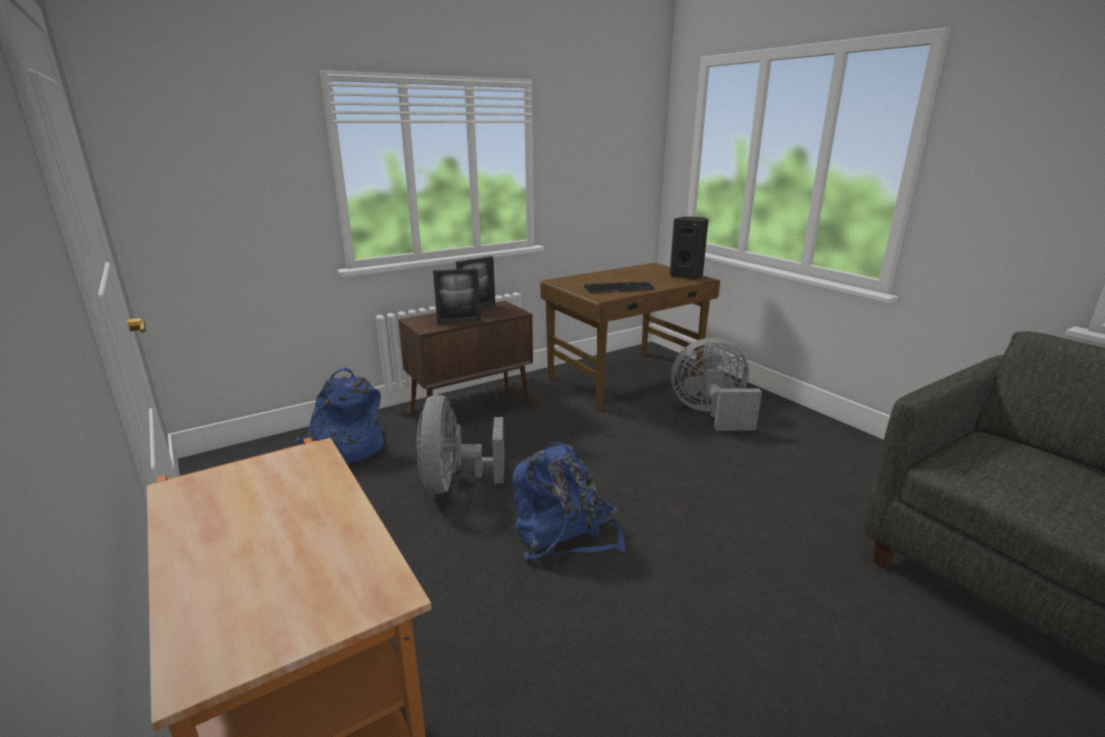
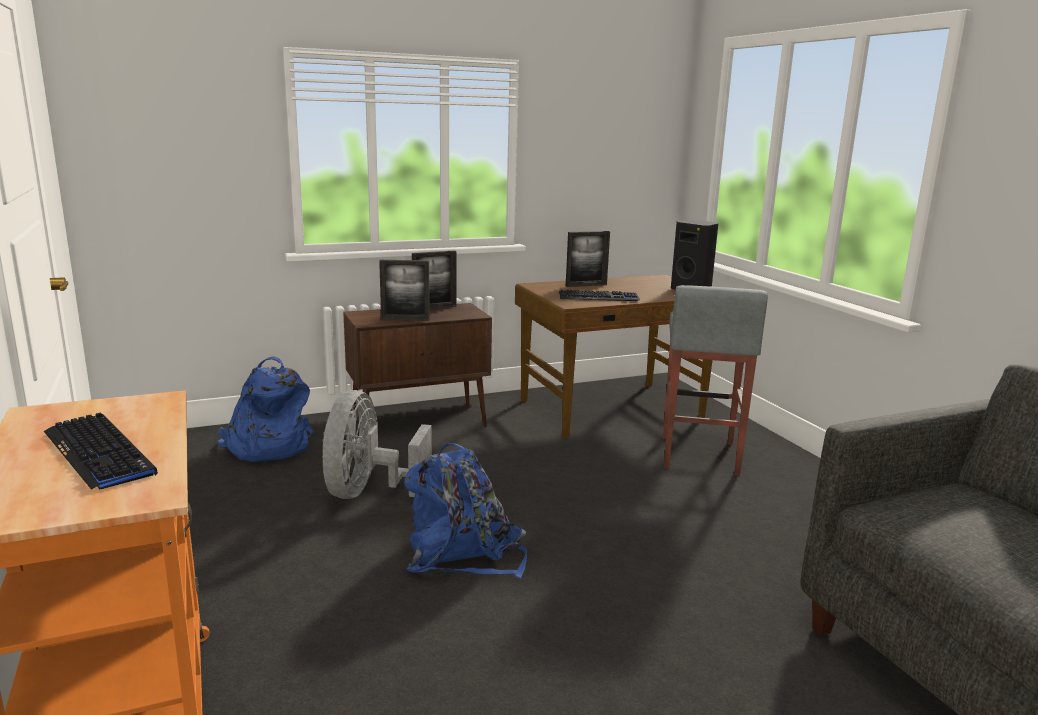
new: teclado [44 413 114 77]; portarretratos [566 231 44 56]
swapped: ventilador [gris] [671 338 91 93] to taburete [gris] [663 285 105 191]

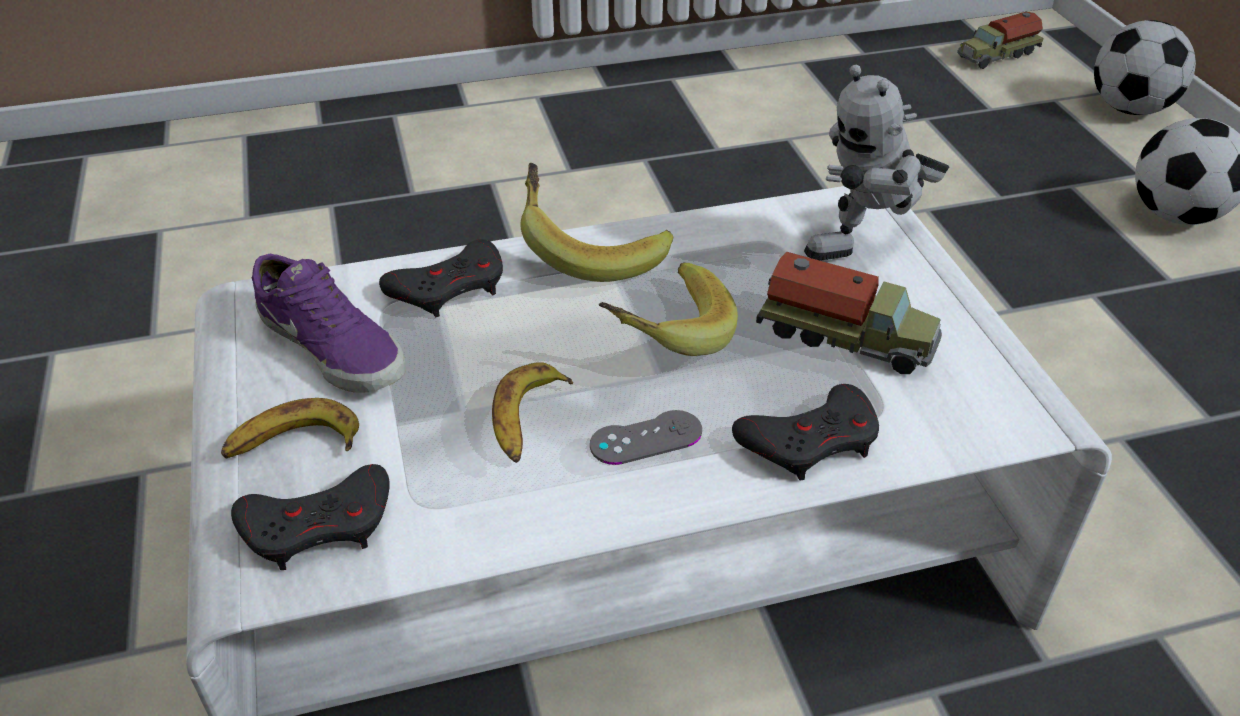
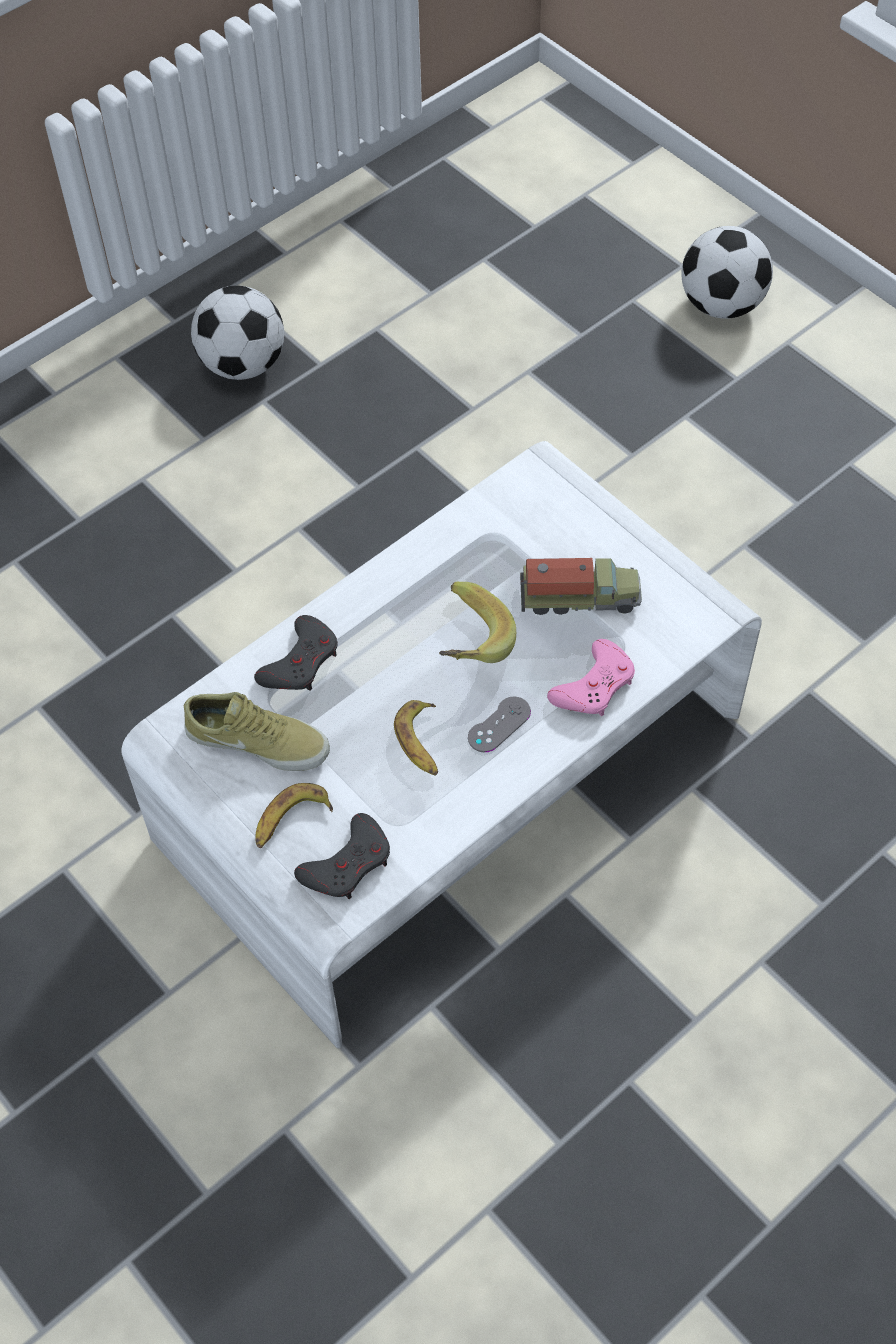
gone: plátano [521 163 152 119]; robot de juguete [804 65 145 195]; camión de juguete [957 12 86 57]
shifted: balón de fútbol [1094 20 102 95] to [191 285 93 95]
repainted: zapato [morado] [251 254 155 139] to zapato [beis] [184 692 146 79]; mando de consola [gris] [732 384 147 97] to mando de consola [rosa] [547 639 88 77]

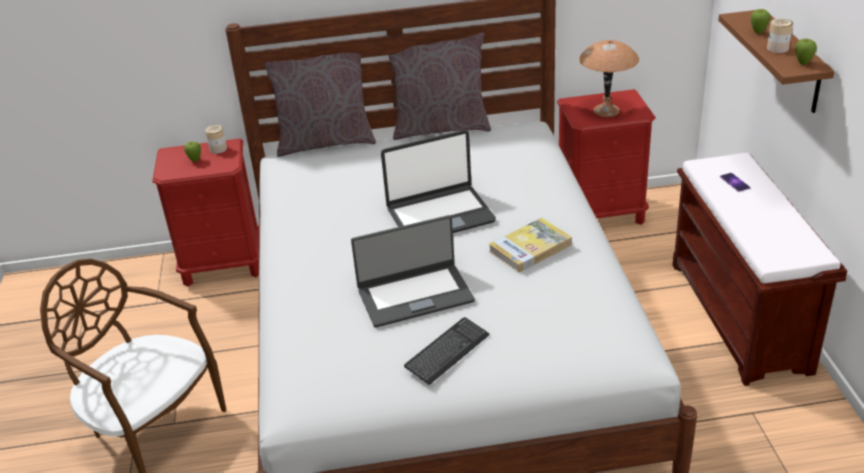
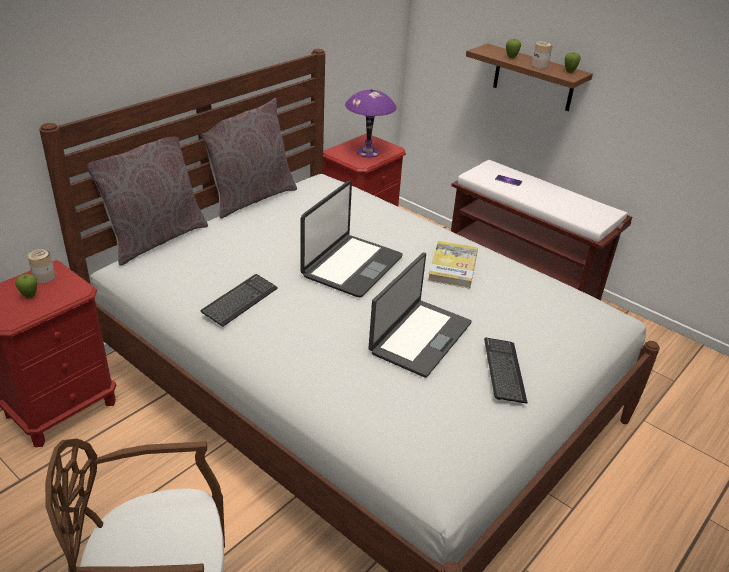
new: teclado [201 274 77 53]
repainted: lámpara de mesa [marrón] [579 40 60 77] to lámpara de mesa [morado] [345 89 52 68]

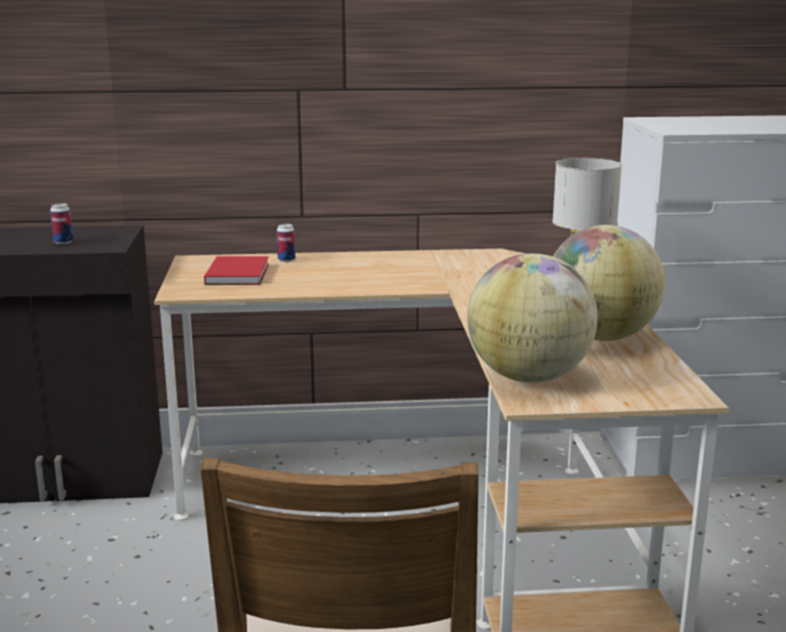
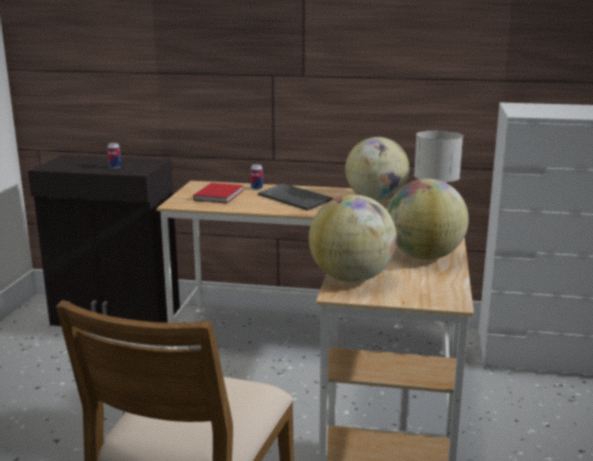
new: teclado [258 183 75 28]; globo terráqueo [345 137 64 64]

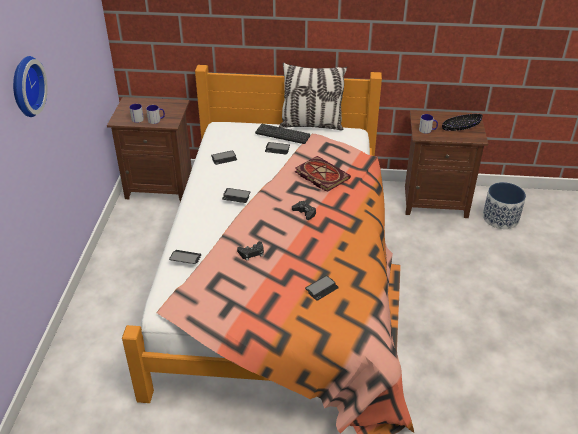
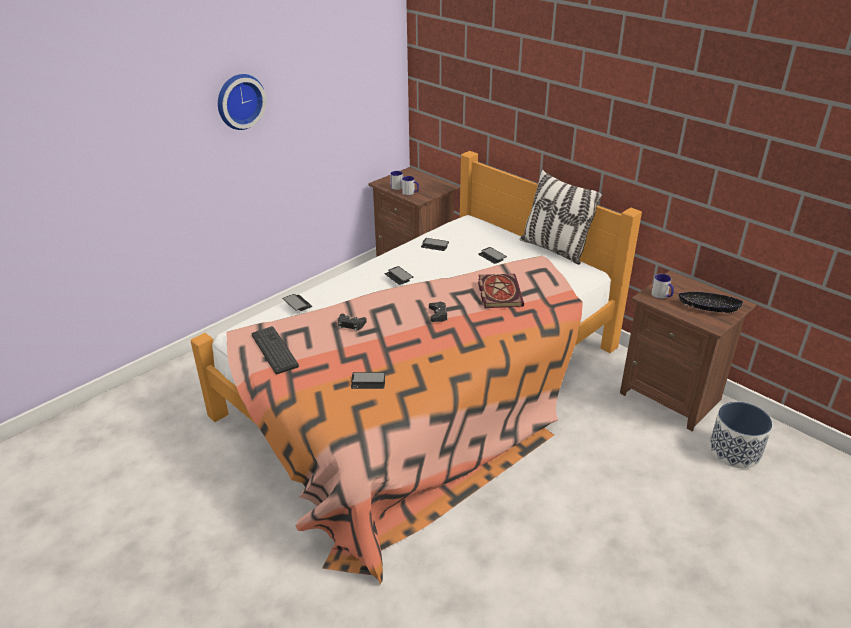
shifted: teclado [255 124 55 20] to [251 326 48 48]

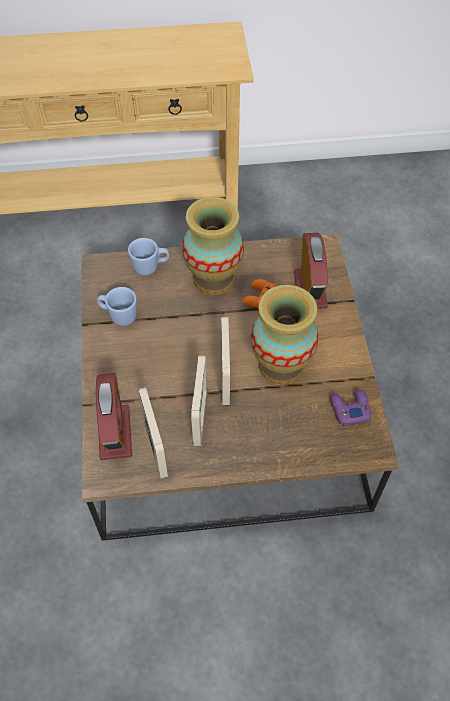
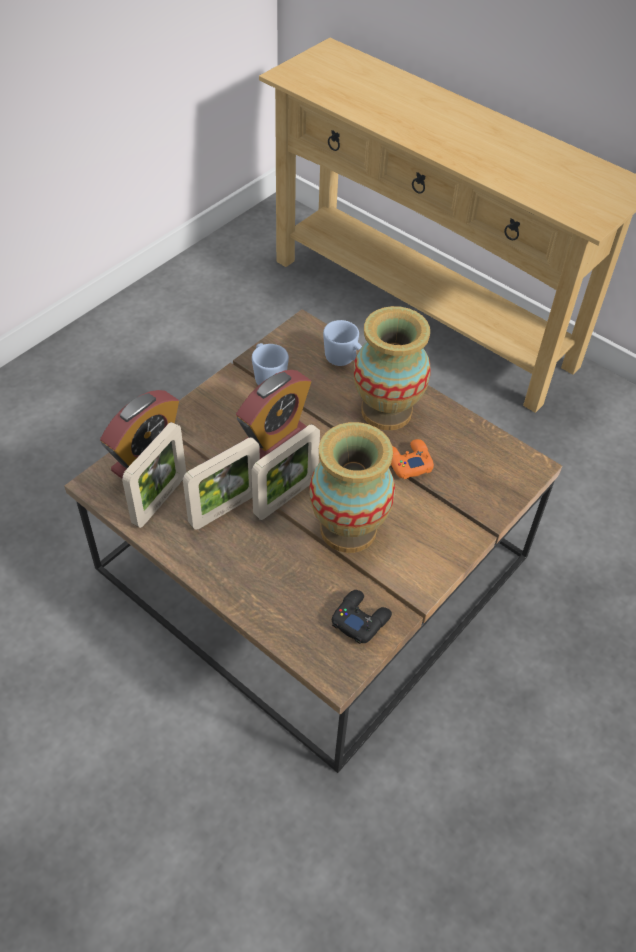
shifted: despertador [294 233 34 76] to [236 370 75 89]
repainted: mando de consola [morado] [330 389 41 37] to mando de consola [negro] [332 590 60 54]

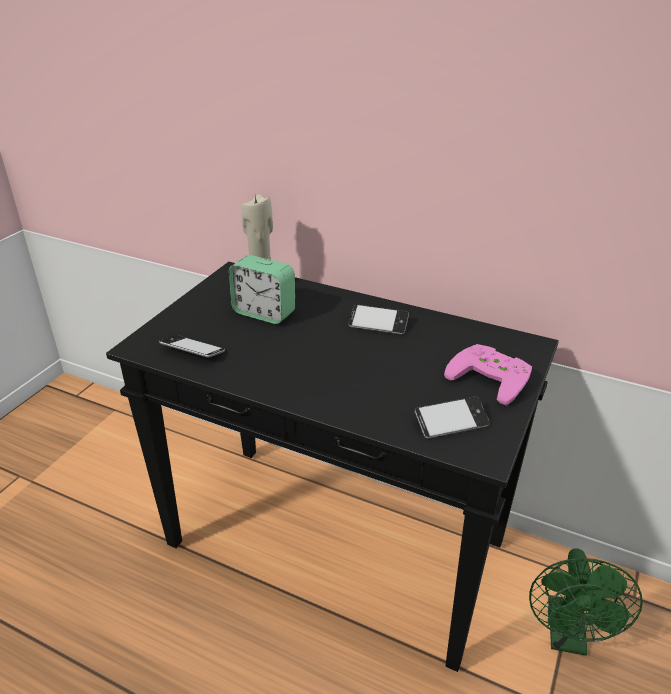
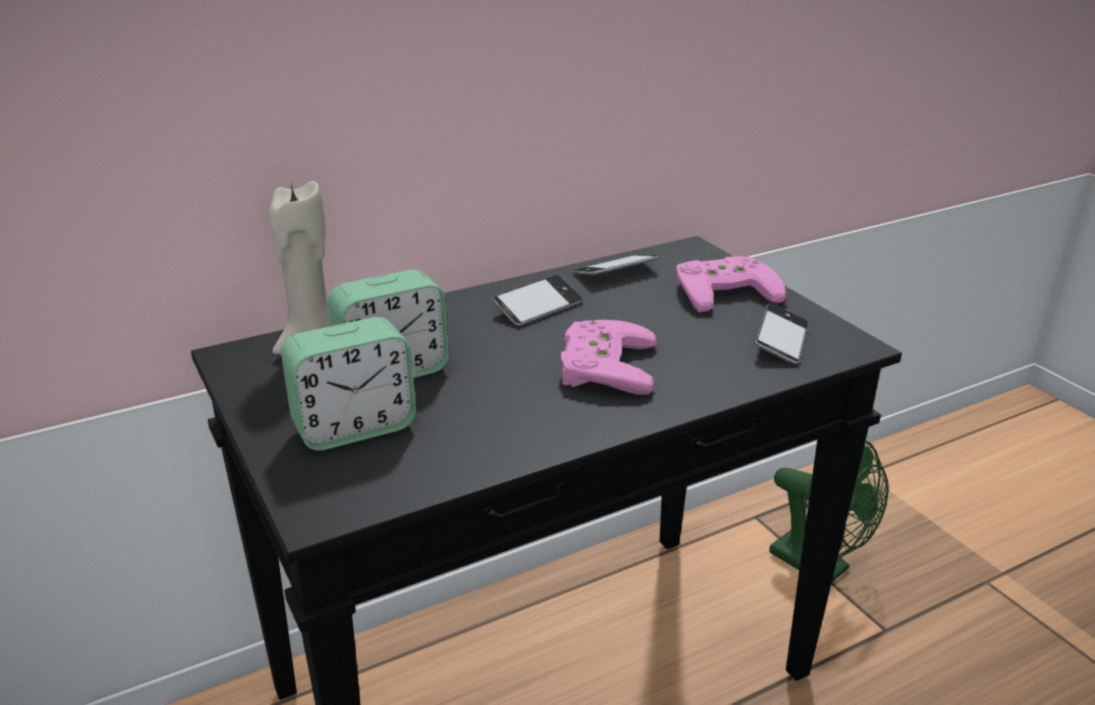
new: despertador [281 317 135 134]; mando de consola [rosa] [561 320 95 75]
shifted: móvil [159 335 66 23] to [573 255 85 20]

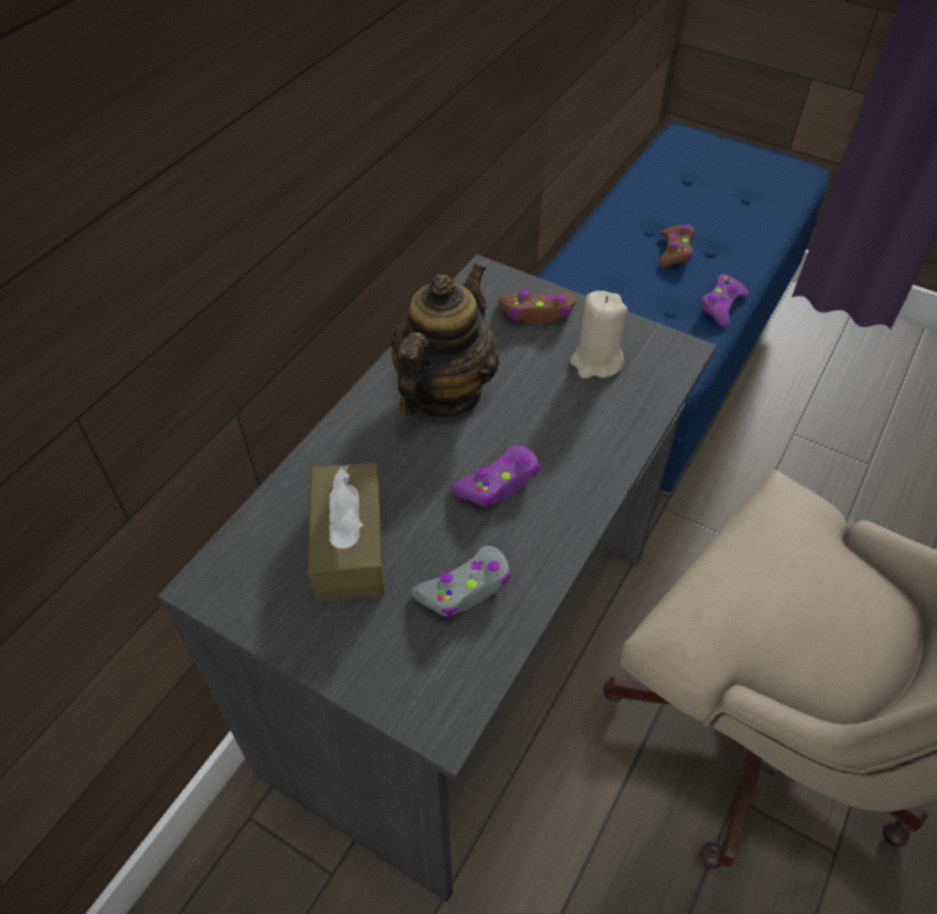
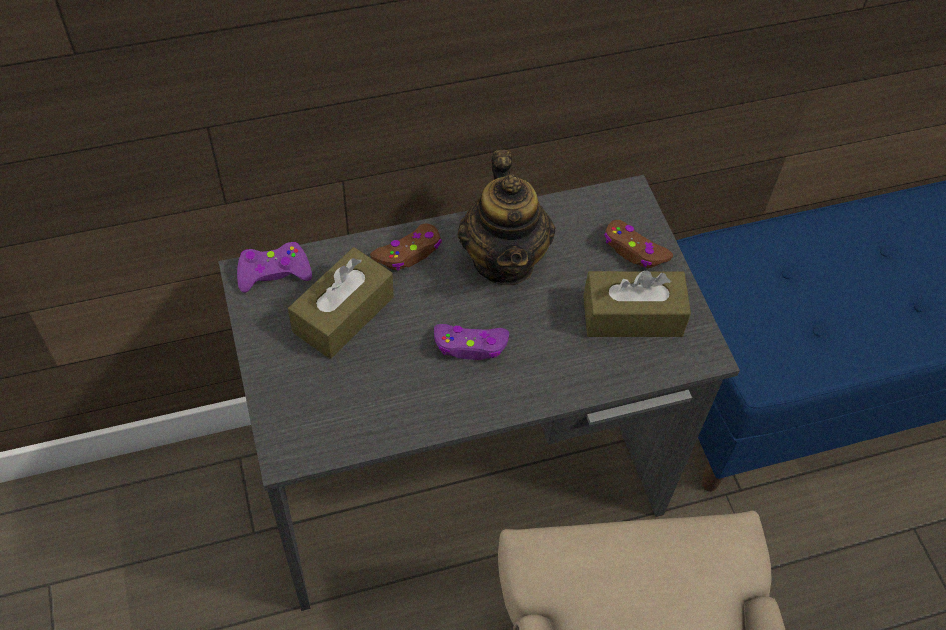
gone: mando de consola [gris] [411 546 100 71]
shifted: mando de consola [morado] [701 274 48 53] to [237 242 75 51]; mando de consola [marrón] [658 225 37 43] to [370 224 72 47]
swapped: vela [beis] [570 291 58 88] to caja de pañuelos [marrón] [583 270 108 67]
rotated: tetera [391 263 108 154] = [457 149 98 137] 105 degrees clockwise

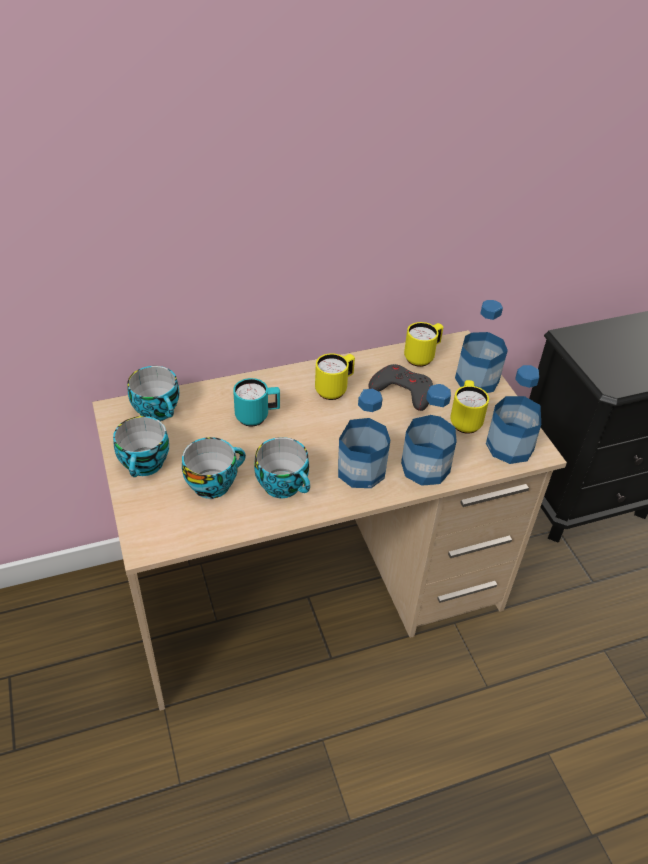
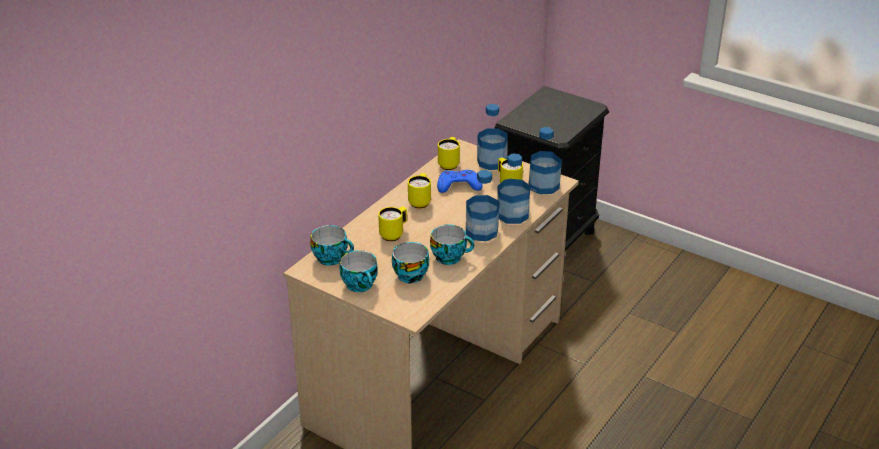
repainted: taza grande [turquesa] [233 378 47 49] to taza grande [amarillo] [378 207 29 34]; mando de consola [gris] [368 364 65 47] to mando de consola [azul] [437 170 46 23]

